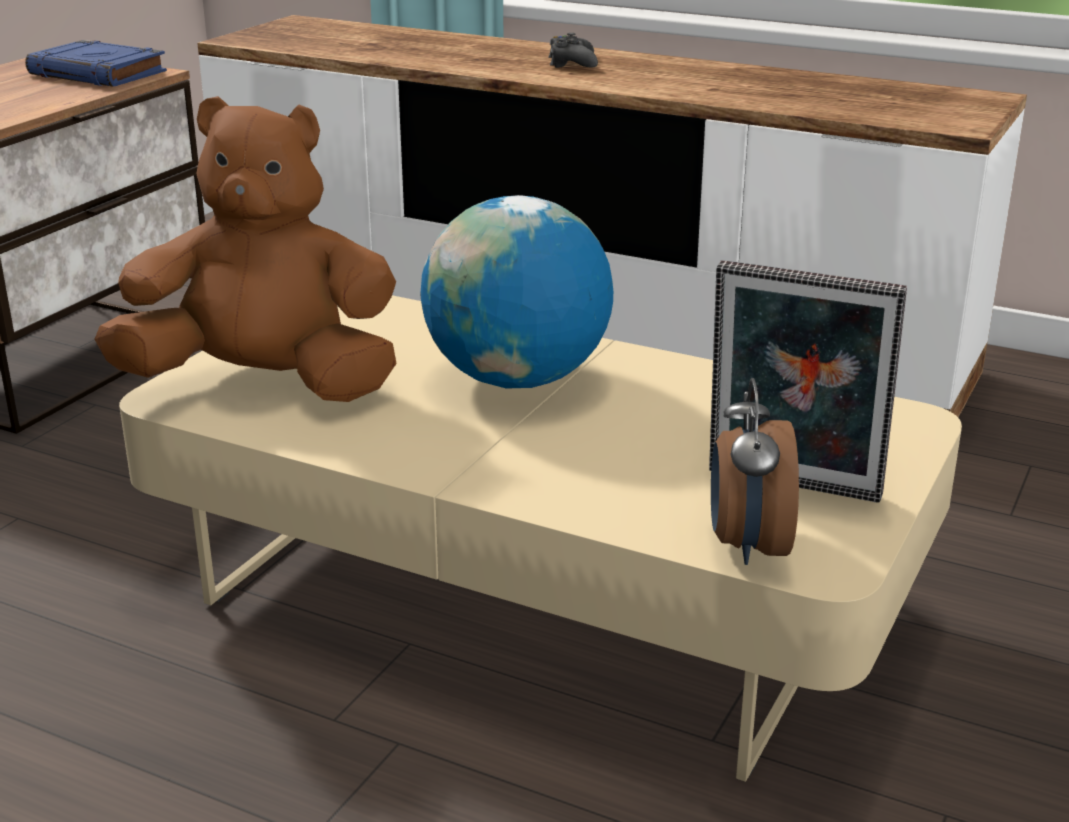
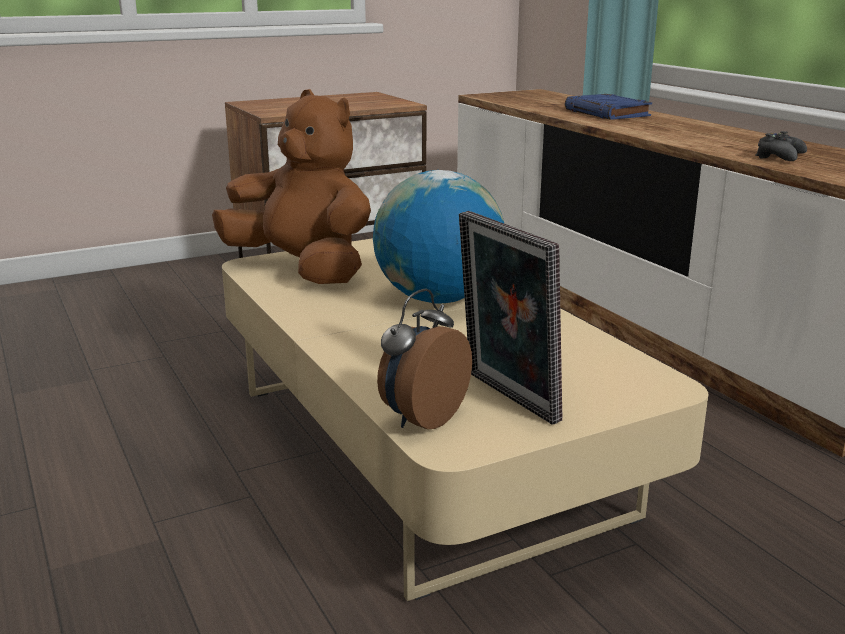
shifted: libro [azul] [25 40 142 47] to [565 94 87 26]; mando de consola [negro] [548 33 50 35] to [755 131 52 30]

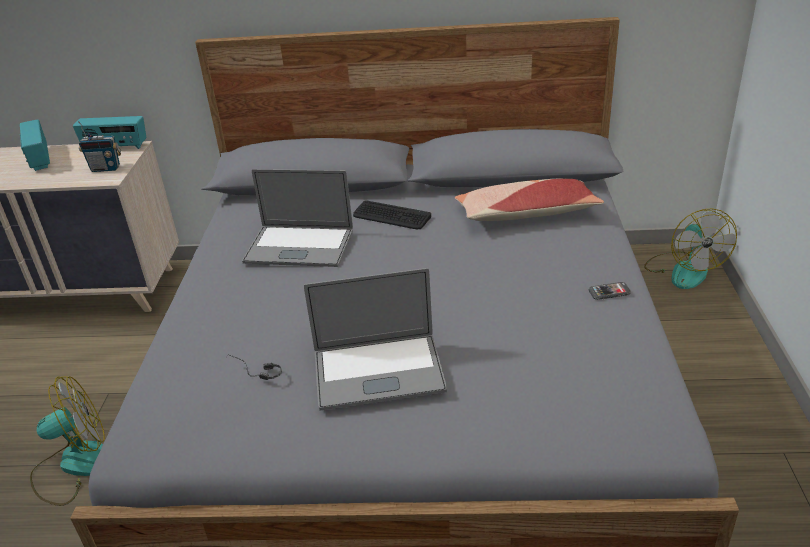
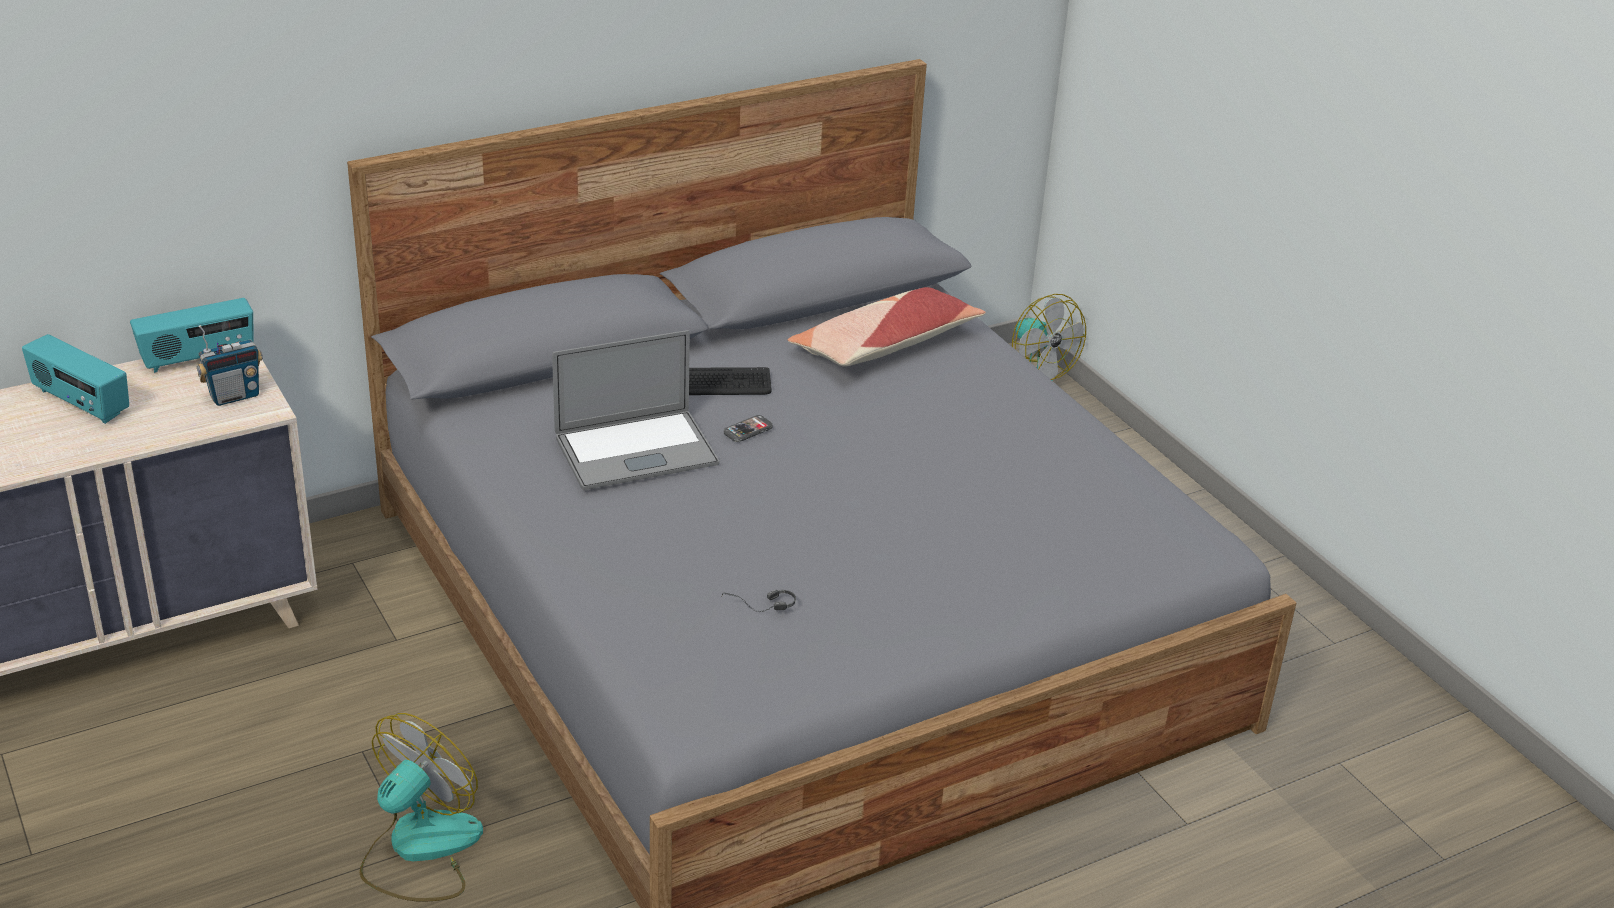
gone: portátil [304 268 143 143]
shifted: móvil [589 282 42 18] to [724 415 49 27]

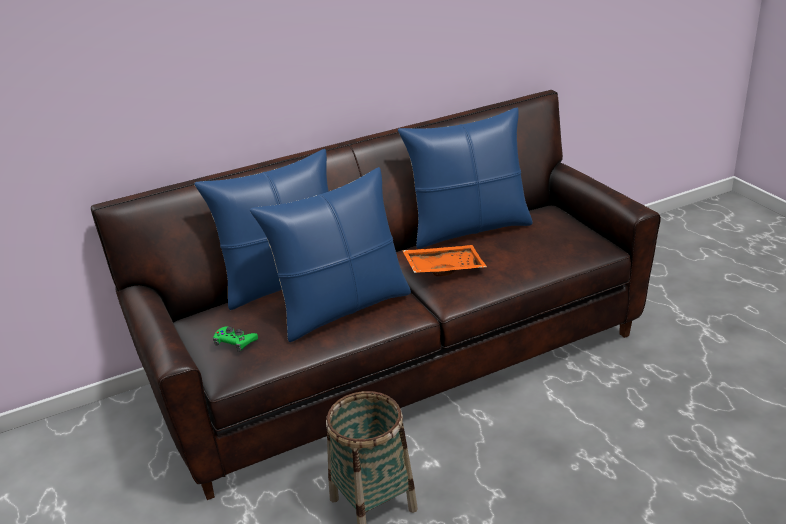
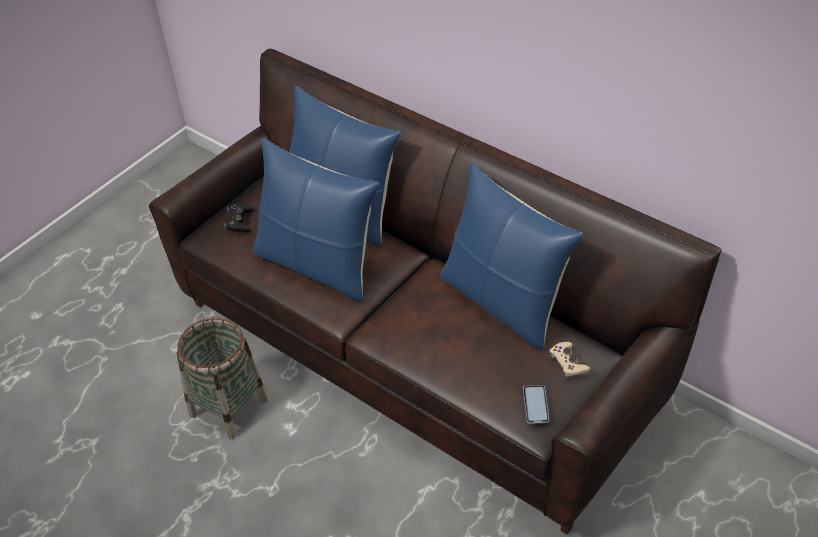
gone: bandeja [naranja] [402 245 85 31]
new: móvil [523 385 26 39]; mando de consola [beis] [548 342 42 36]
repainted: mando de consola [verde] [213 326 45 26] to mando de consola [negro] [224 204 29 29]

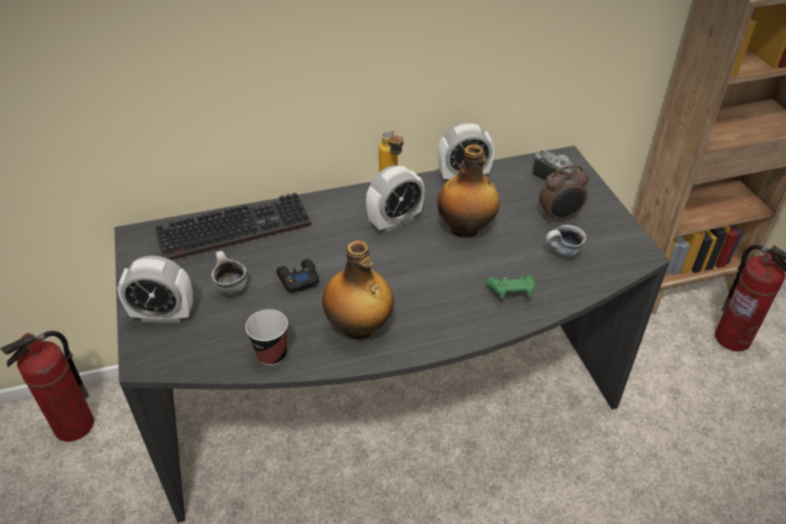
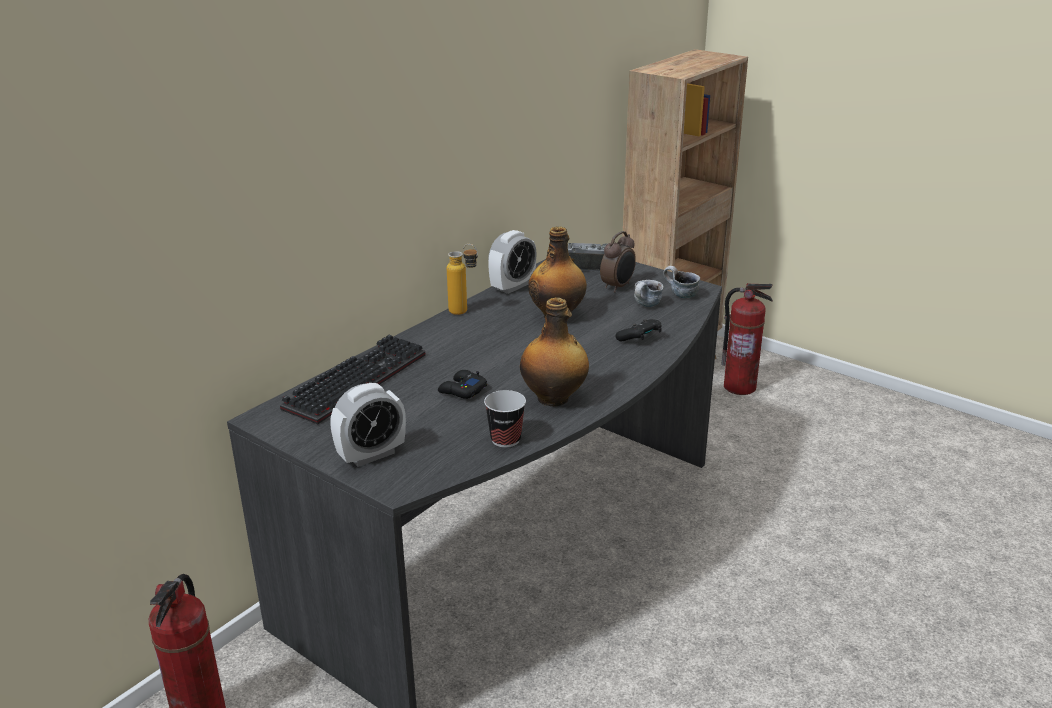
gone: despertador [366 166 59 66]
shifted: taza grande [212 251 35 45] to [663 266 37 32]
repainted: mando de consola [verde] [486 275 49 24] to mando de consola [negro] [616 319 46 22]

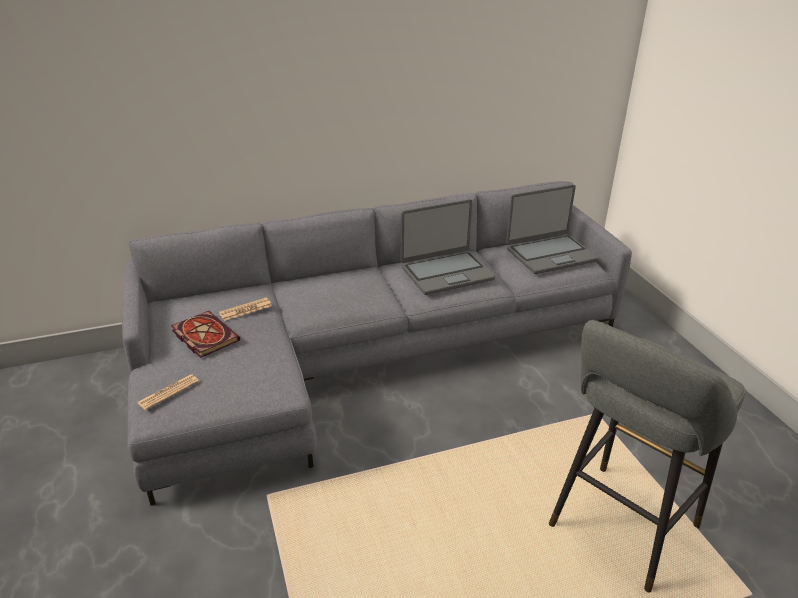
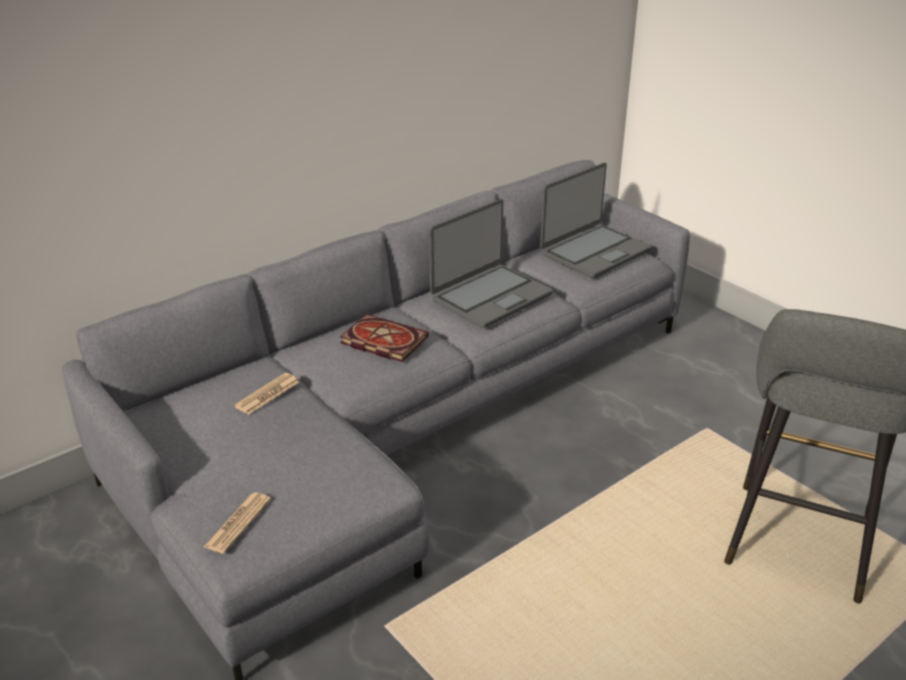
shifted: libro [171 311 69 47] to [340 314 89 48]

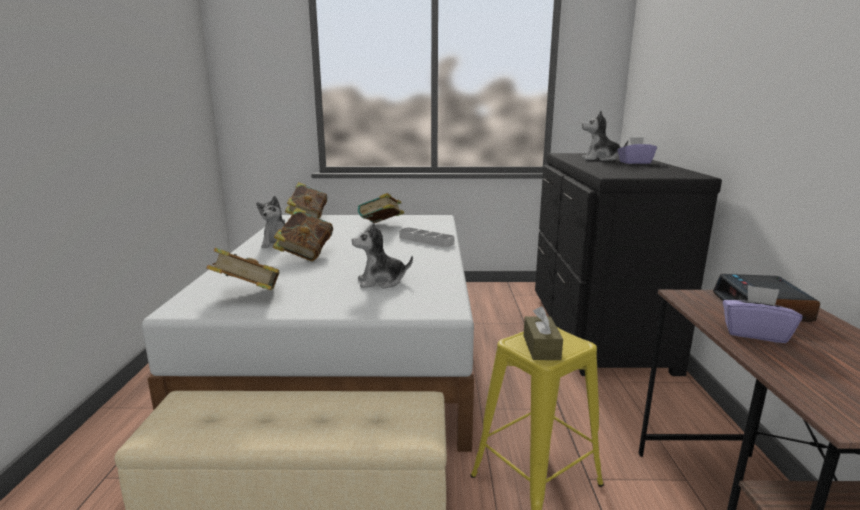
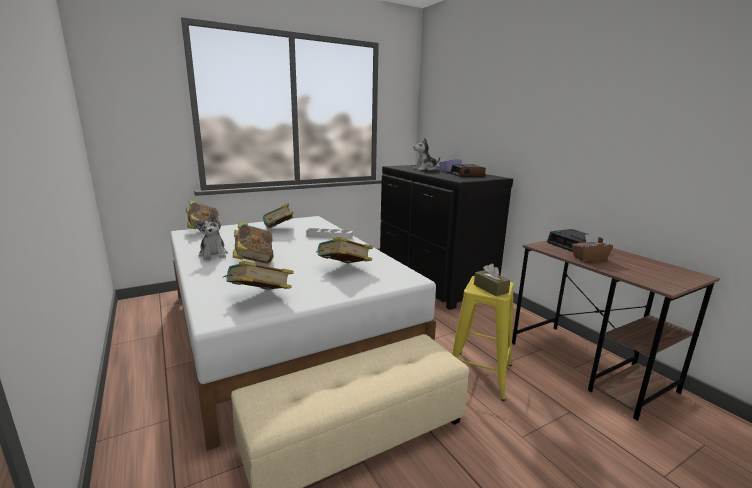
new: despertador [450 164 36 13]
swapped: peluche [352 222 61 66] to libro [316 237 57 26]
repainted: caja de pañuelos [morado] [723 285 80 58] to caja de pañuelos [marrón] [572 234 41 27]

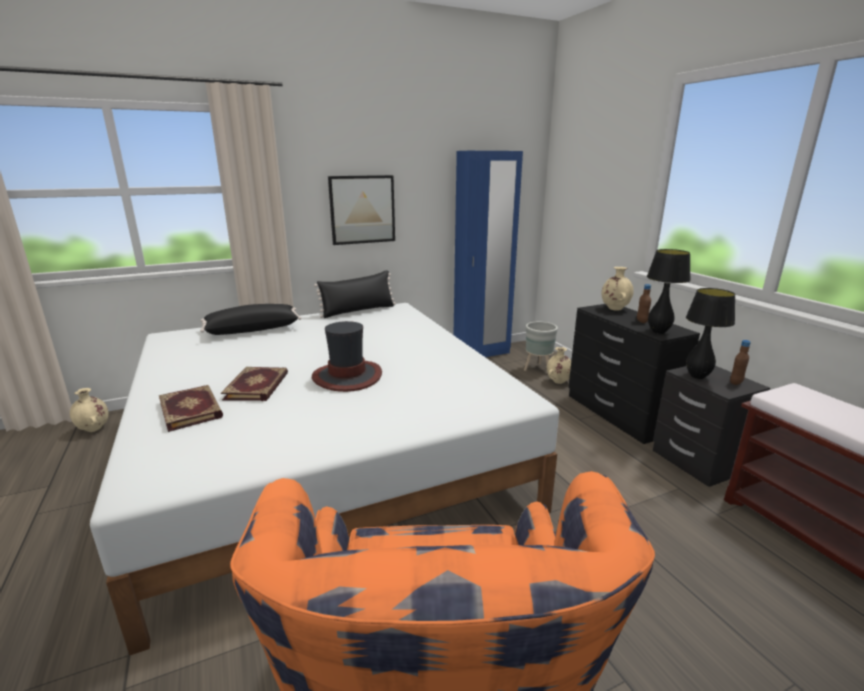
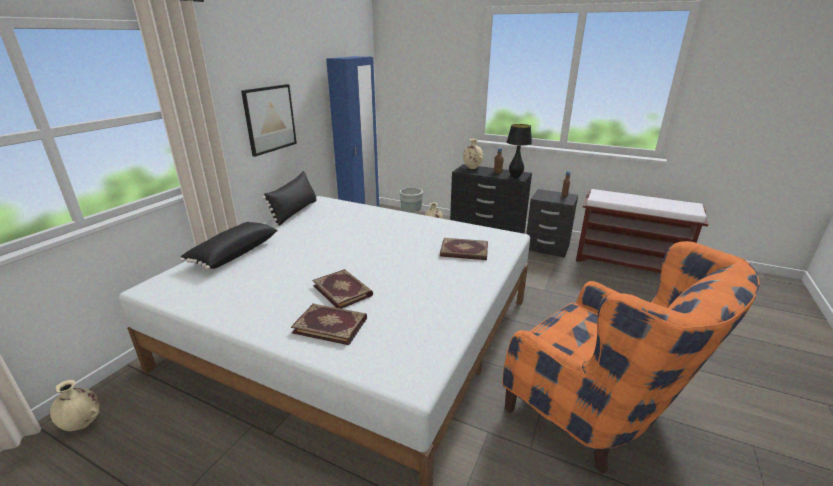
gone: sombrero [312 321 70 71]; lámpara de mesa [negro] [686 288 49 91]
new: libro [440 238 48 22]

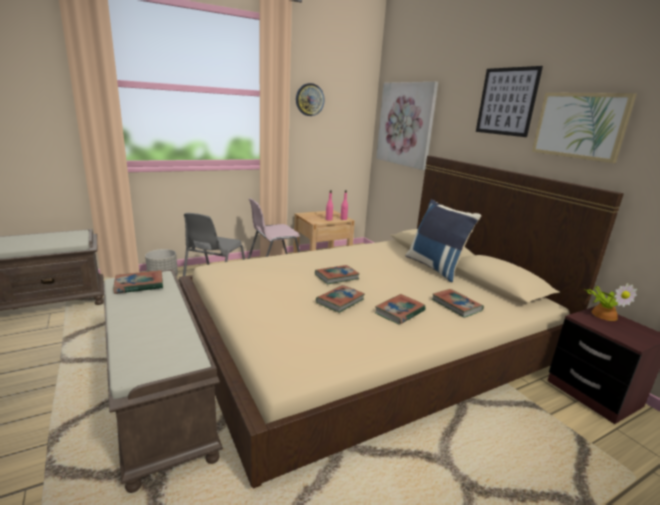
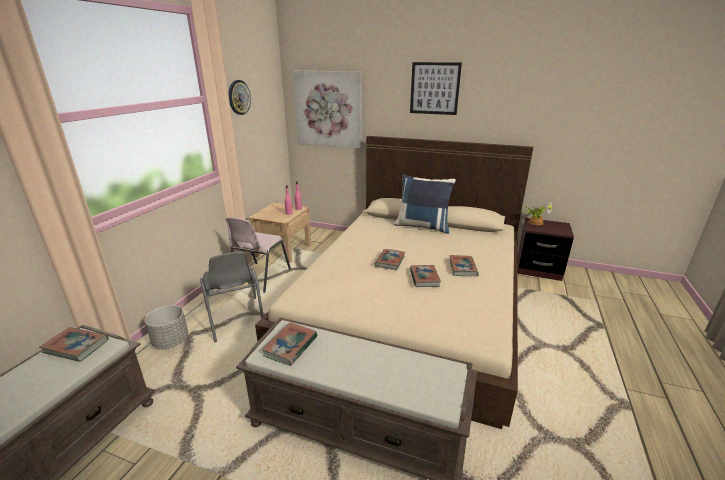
gone: cuadro [532 93 105 70]
shifted: libro [432 289 52 29] to [39 327 70 35]

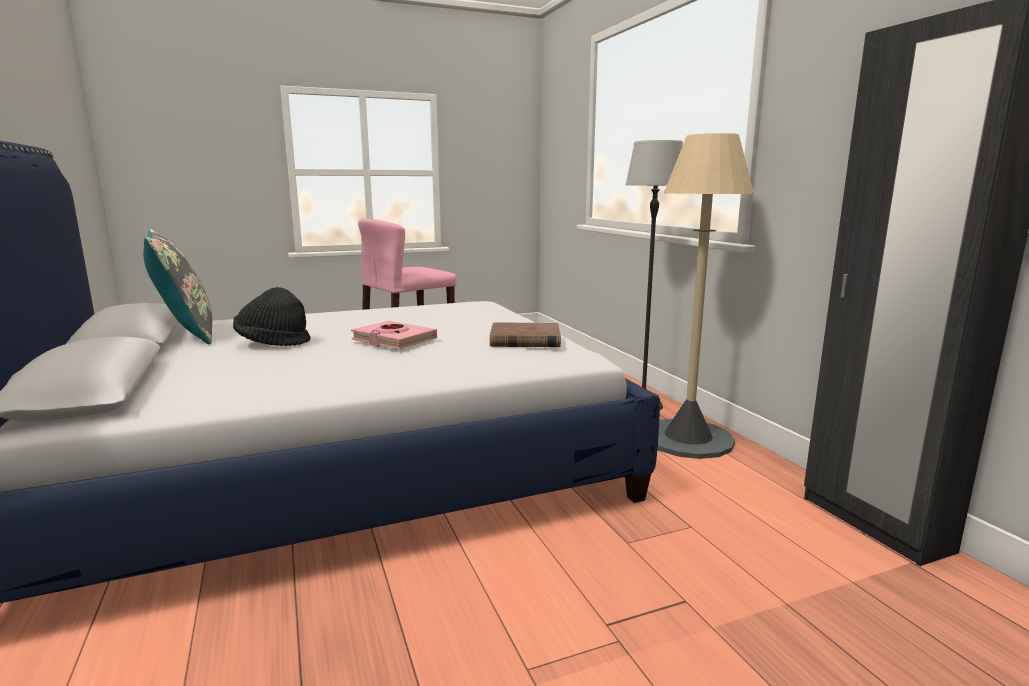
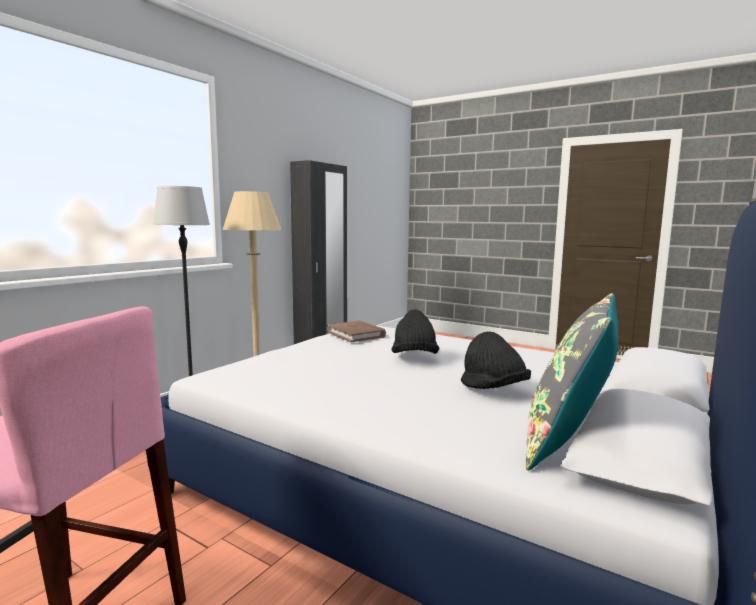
swapped: libro [rosa] [351 321 86 28] to sombrero [negro] [391 309 48 45]

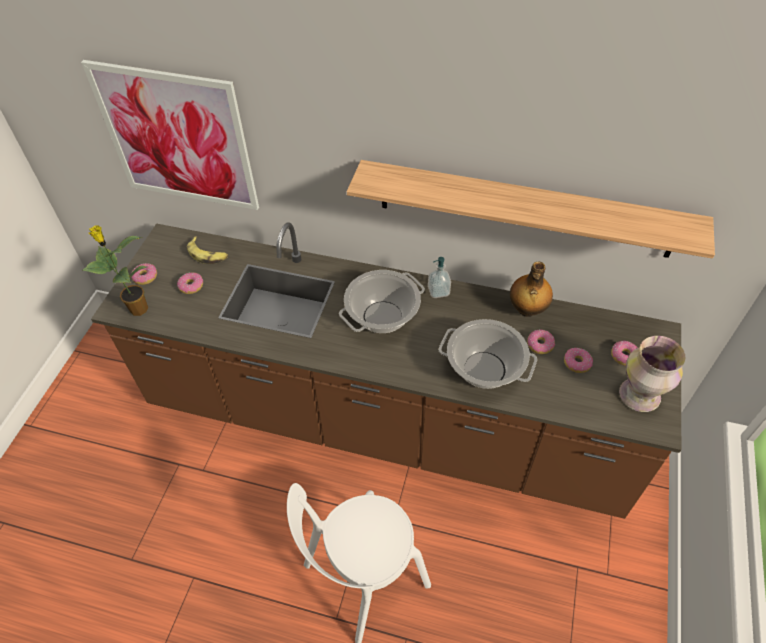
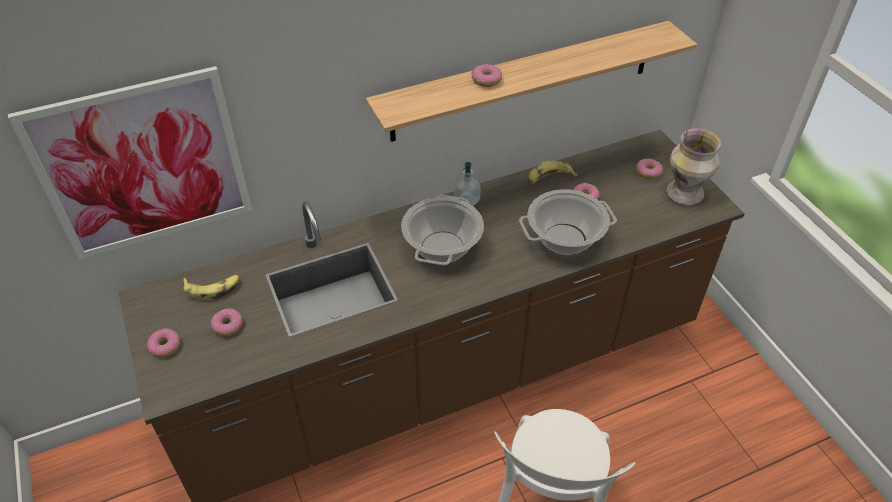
gone: planta en maceta [83 225 65 91]
shifted: rosquilla [564 348 29 25] to [471 64 31 23]
swapped: botella [510 262 43 55] to plátano [529 161 48 23]

